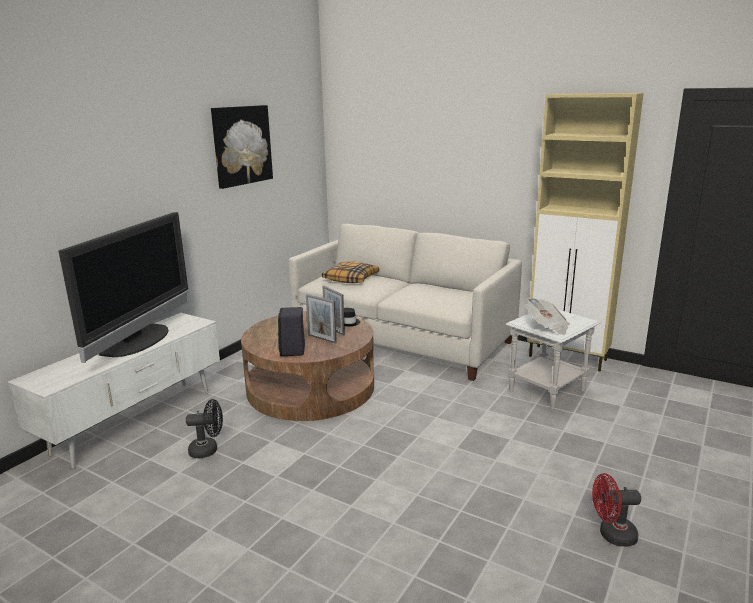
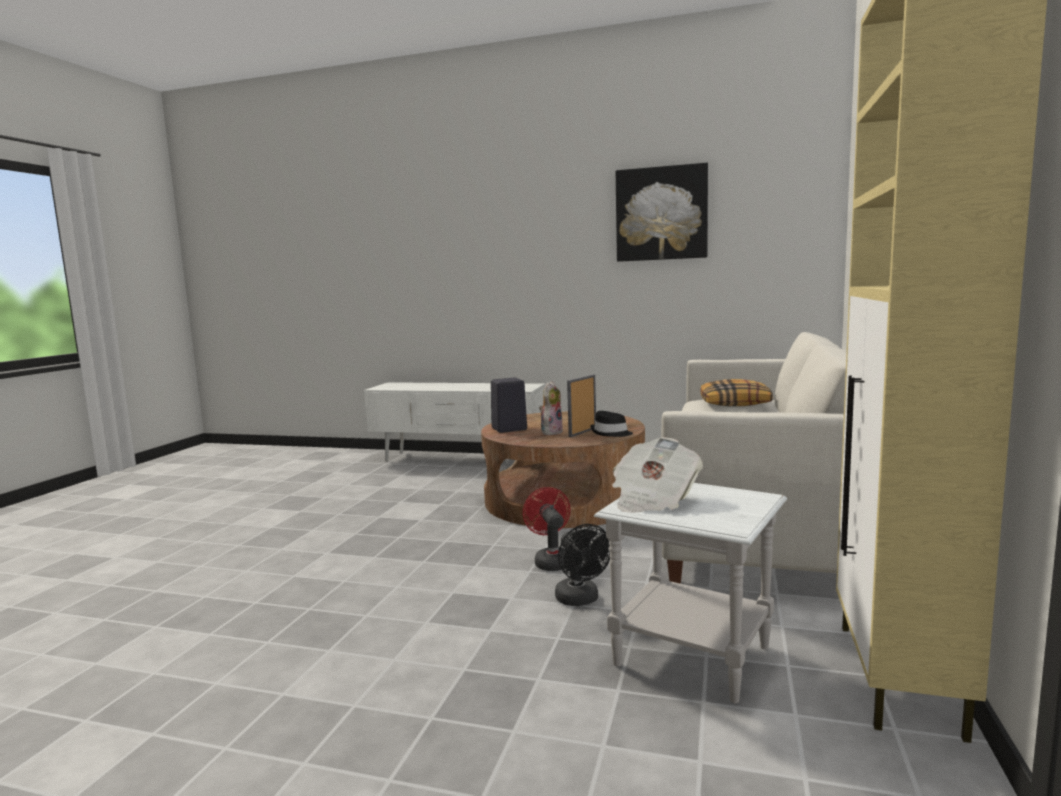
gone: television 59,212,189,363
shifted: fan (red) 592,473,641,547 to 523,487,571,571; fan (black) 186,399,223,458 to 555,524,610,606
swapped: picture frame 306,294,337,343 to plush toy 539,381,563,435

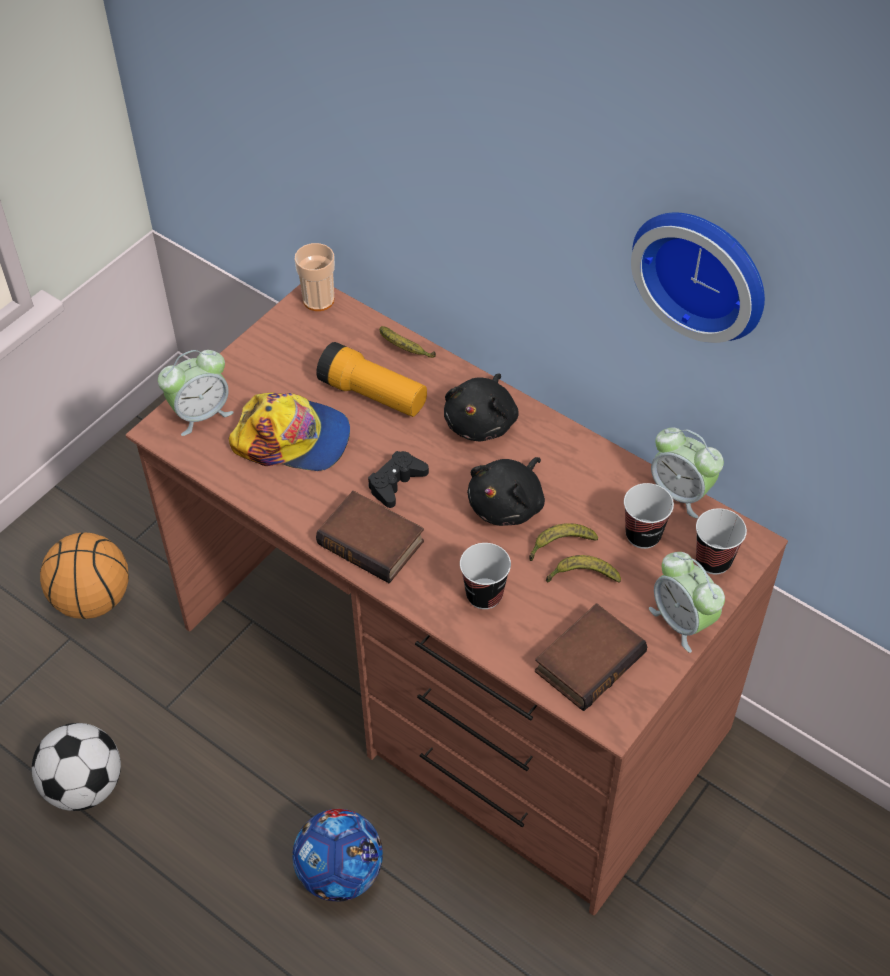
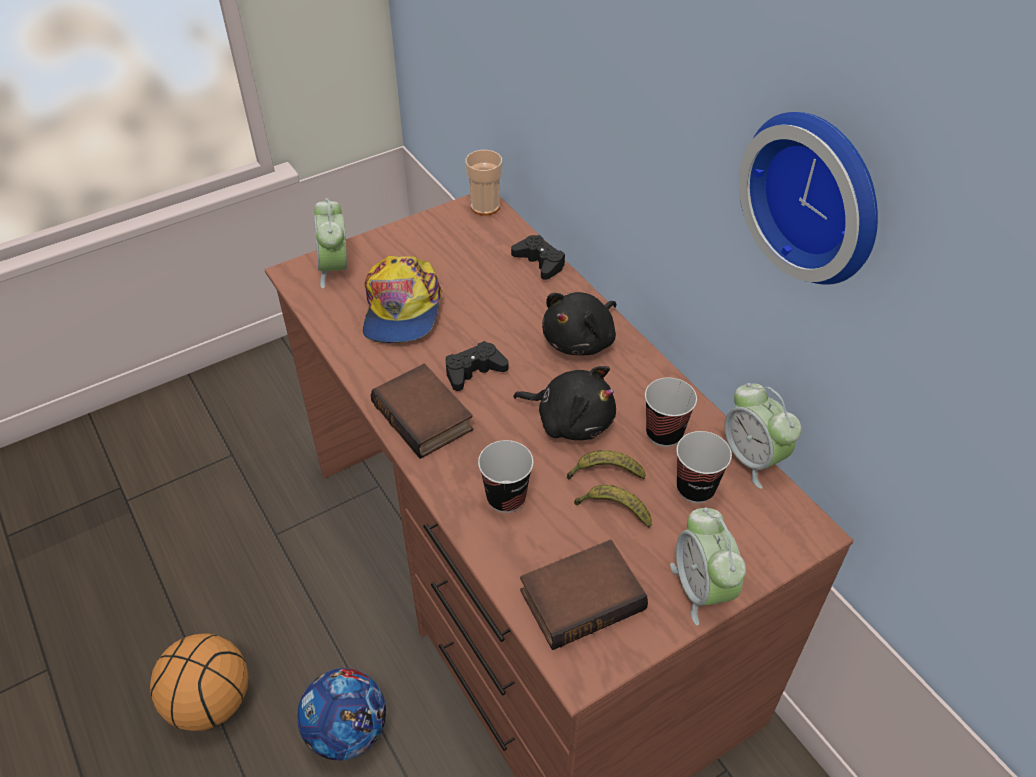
gone: football 32,723,121,811; flashlight 316,342,427,417
shifted: basketball 40,532,129,619 to 150,633,249,731; cup 696,508,747,574 to 645,378,697,447
swapped: banana 379,326,436,358 to game controller (black) 511,235,565,280
rotated: alarm clock 158,350,234,436 = 314,198,347,288 90 degrees clockwise; cap 229,393,350,471 = 363,256,442,343 60 degrees clockwise; plush toy (black) 467,457,545,526 = 513,366,616,440 120 degrees counterclockwise

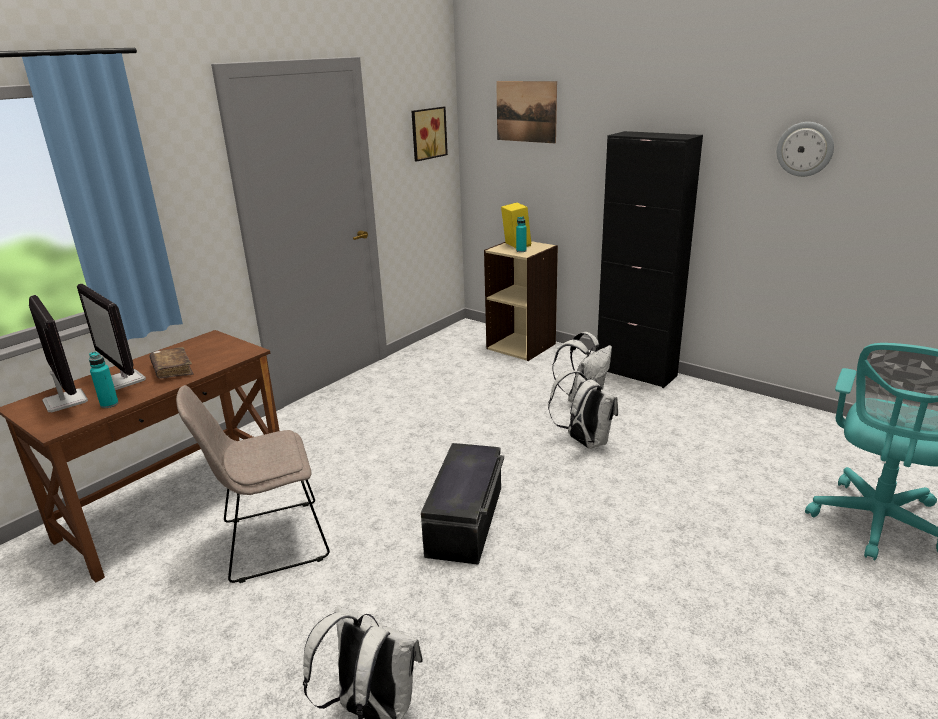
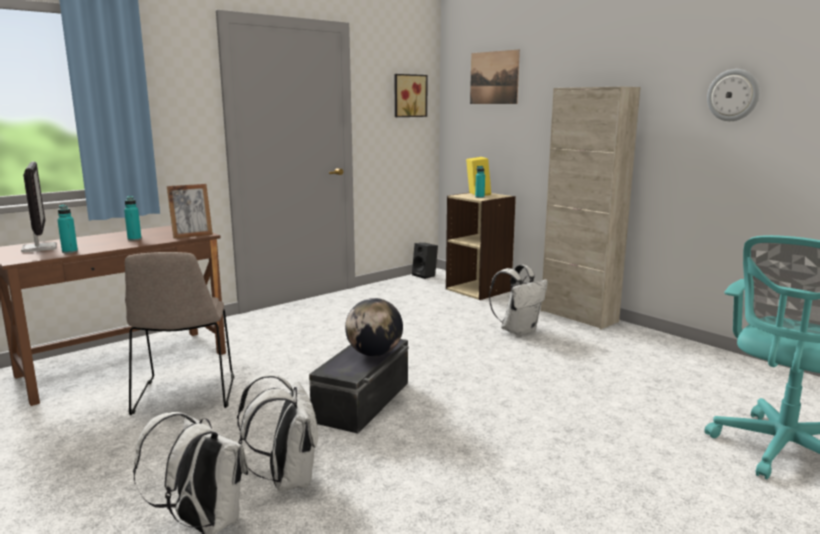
gone: monitor 77,284,146,390
new: picture frame 167,184,213,239; globe 345,298,403,356; speaker (black) 412,243,438,279
shifted: backpack (white) 548,370,618,449 to 237,374,318,491
swapped: book (brown) 150,347,194,379 to bottle (turquoise) 124,196,142,241
repainted: cabinet (black) 597,131,703,388 to cabinet (beige) 541,86,640,329
rotated: chair (beige) 176,385,330,583 = 125,252,234,415 90 degrees counterclockwise

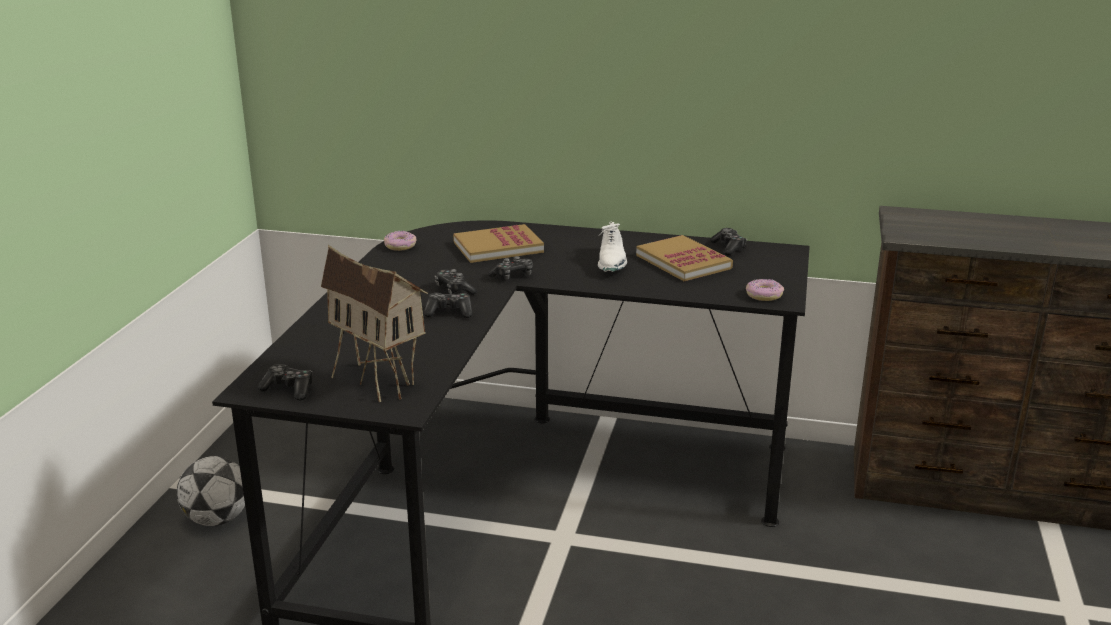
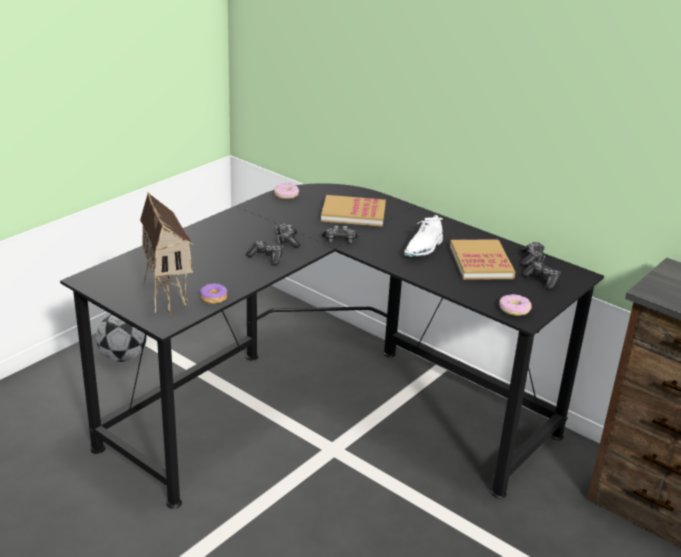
new: donut 200,283,227,304
shifted: game controller 258,364,313,400 to 522,261,561,290

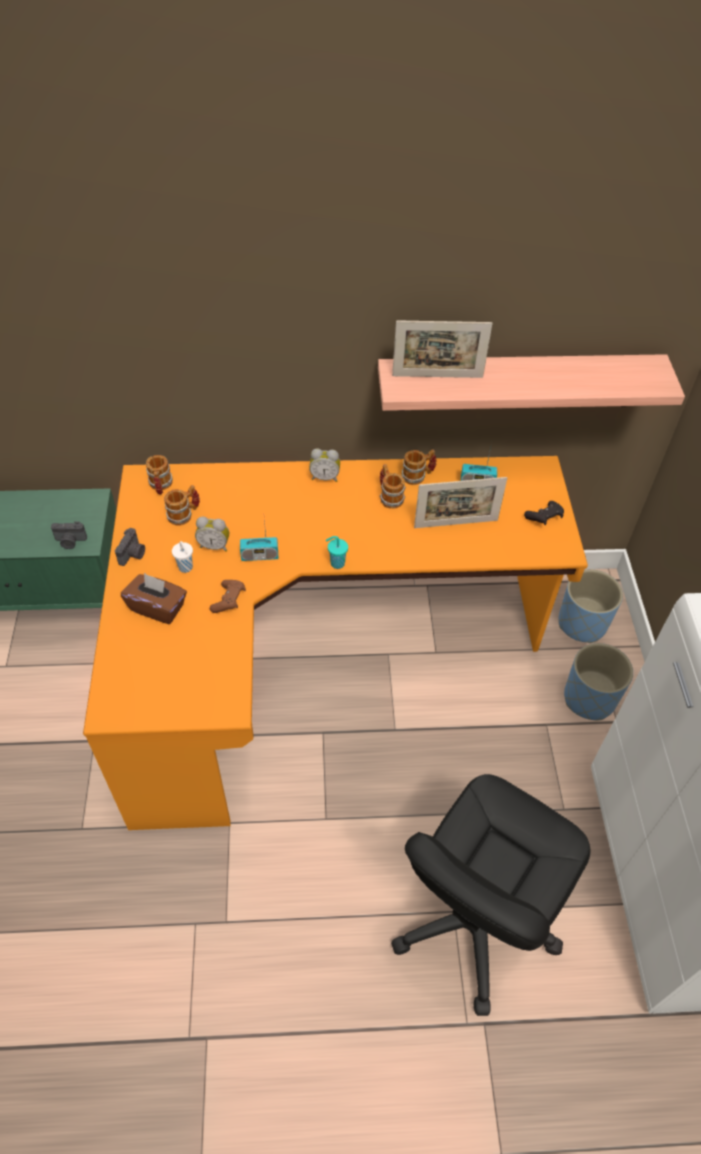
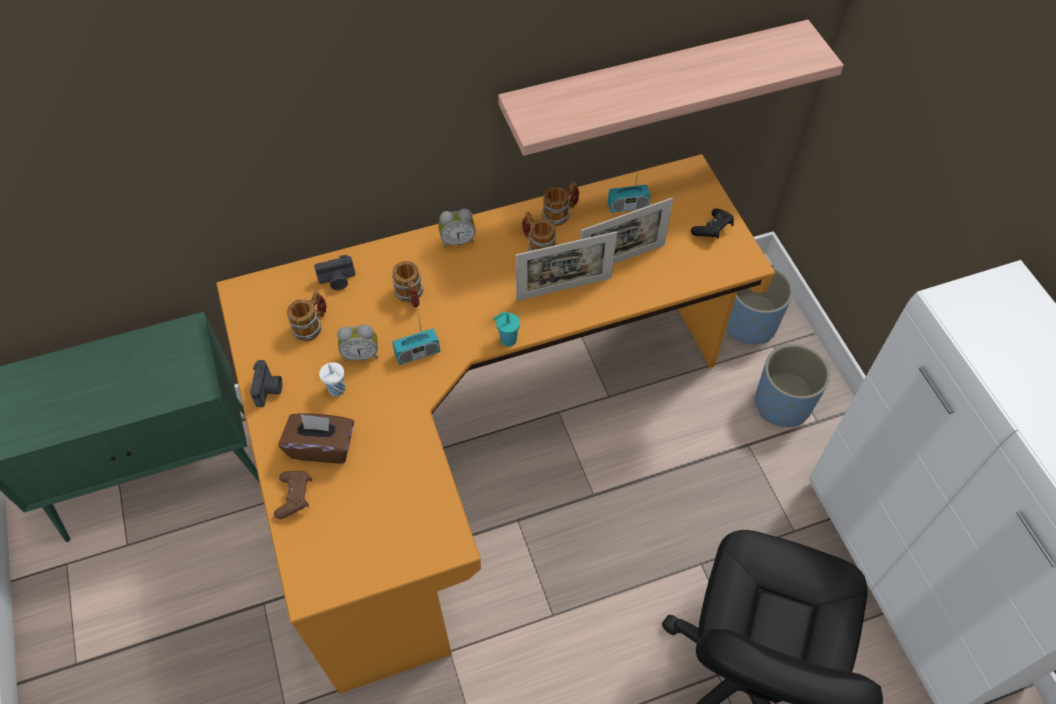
shifted: game controller (brown) 210,580,246,613 to 274,471,312,519; photo camera 51,521,87,549 to 314,255,355,290; mug 146,455,173,495 to 392,261,424,307; picture frame 392,320,492,378 to 516,231,617,301

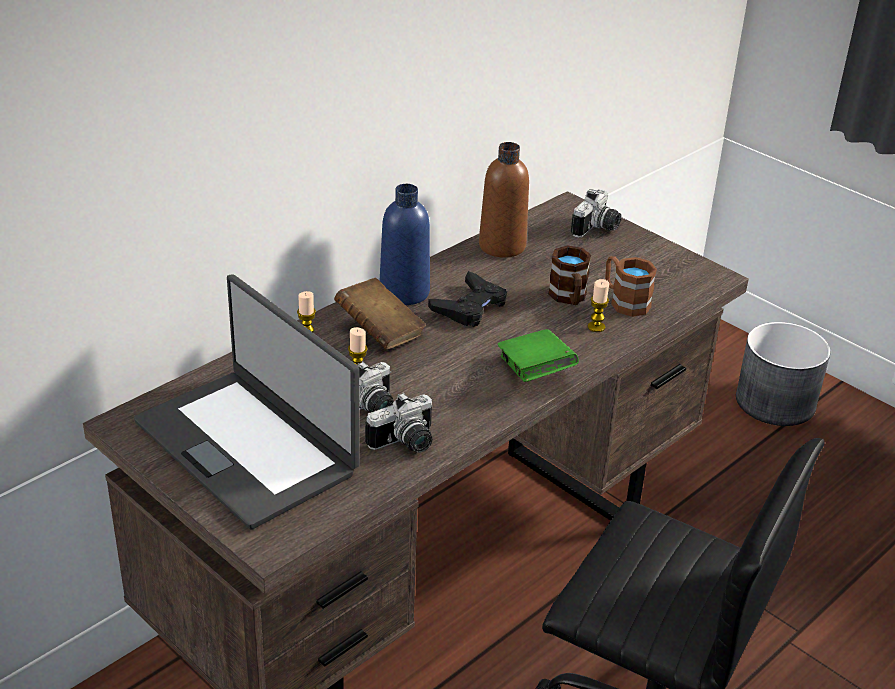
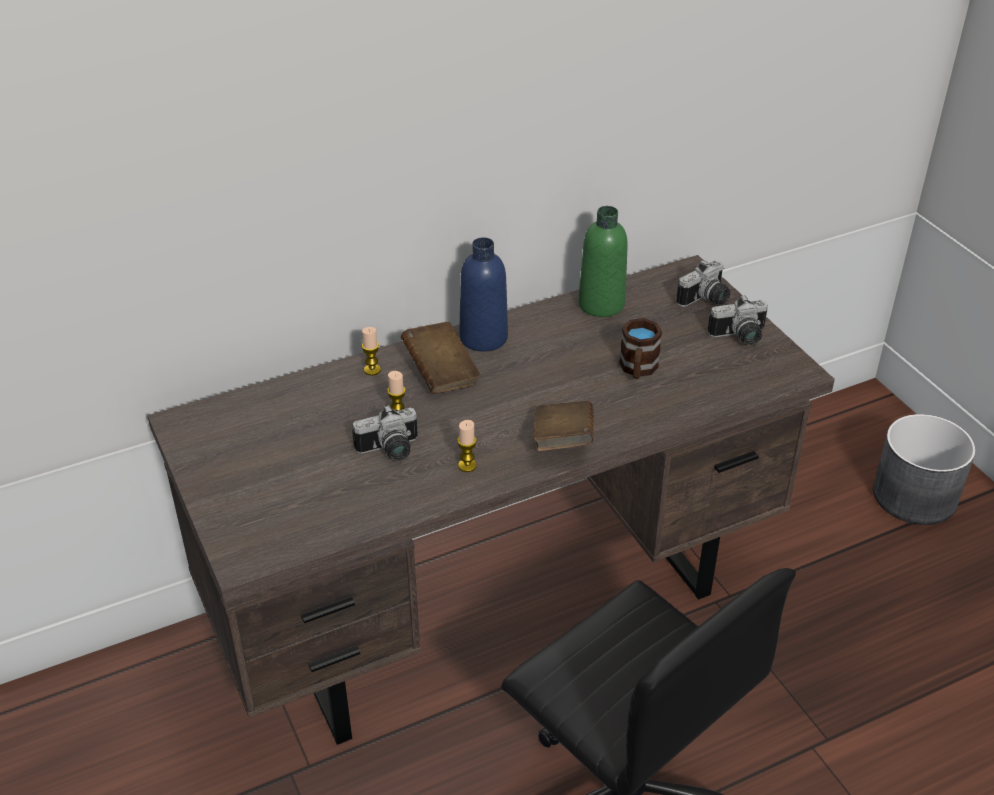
gone: laptop 134,274,360,530; game controller (black) 428,271,507,327; mug (brown) 605,256,657,317
shifted: candle 588,279,609,332 to 457,420,477,472; photo camera 365,393,433,453 to 708,295,768,345
repainted: book (green) 497,329,579,382 to book (brown) 533,401,594,452; bottle (brown) 479,142,529,258 to bottle (green) 578,206,628,317

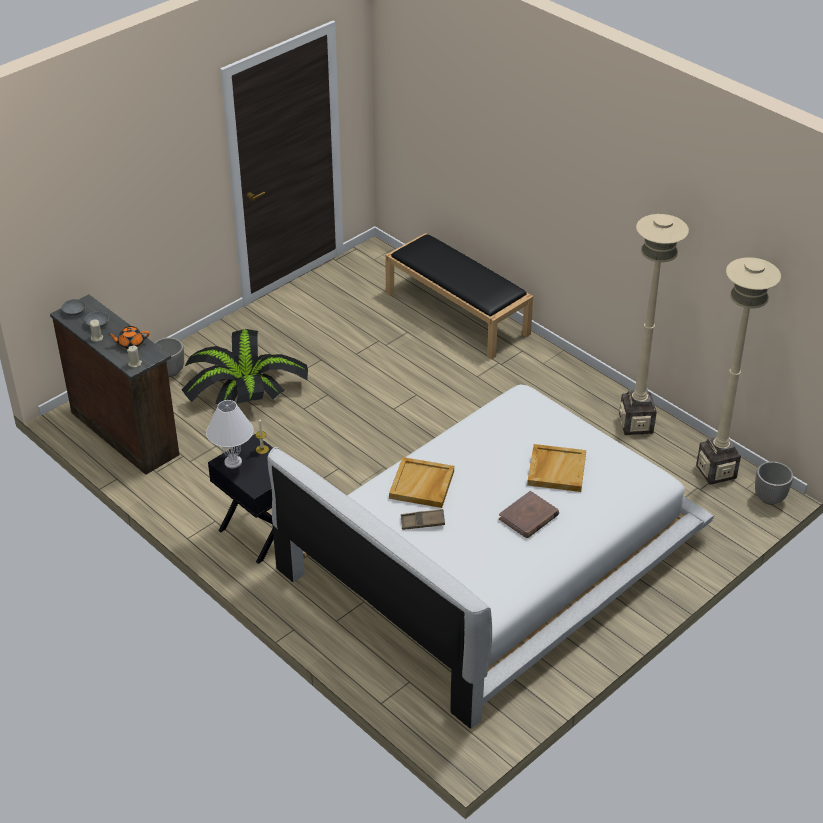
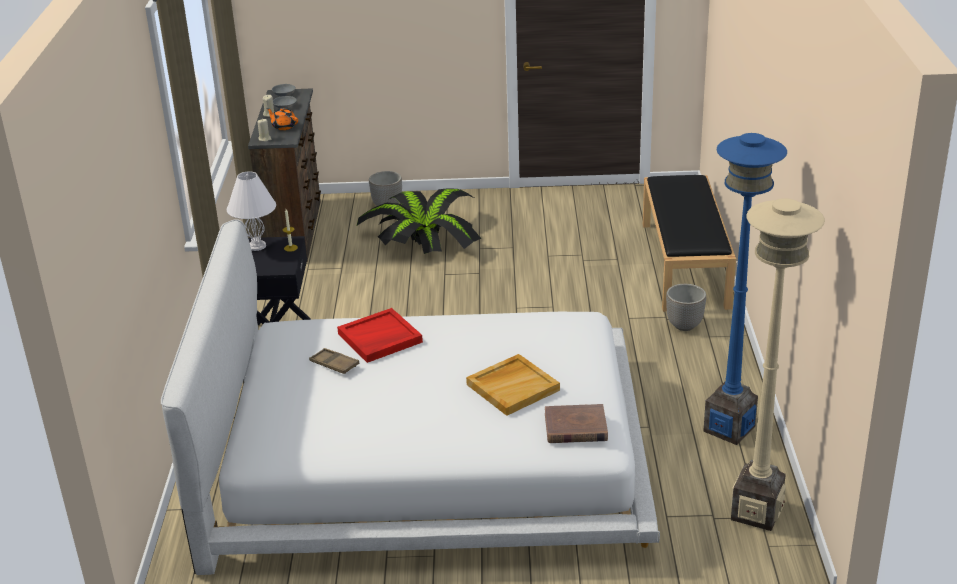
shifted: book (brown) 499,491,559,538 to 545,404,608,443; planter 755,461,793,505 to 666,284,706,331
repainted: tray (beige) 389,457,454,508 to tray (red) 337,308,423,363; floor lamp (beige) 619,214,689,435 to floor lamp (blue) 703,133,787,445

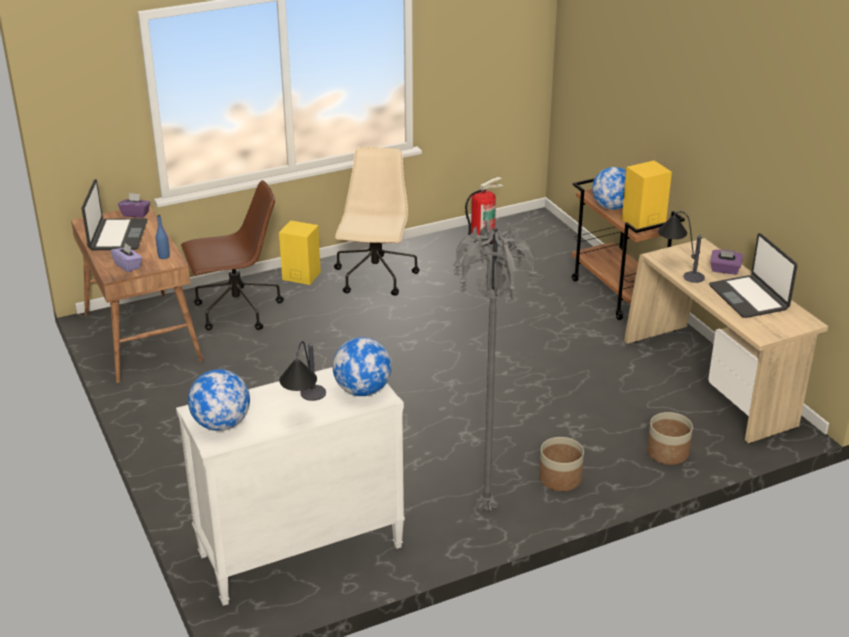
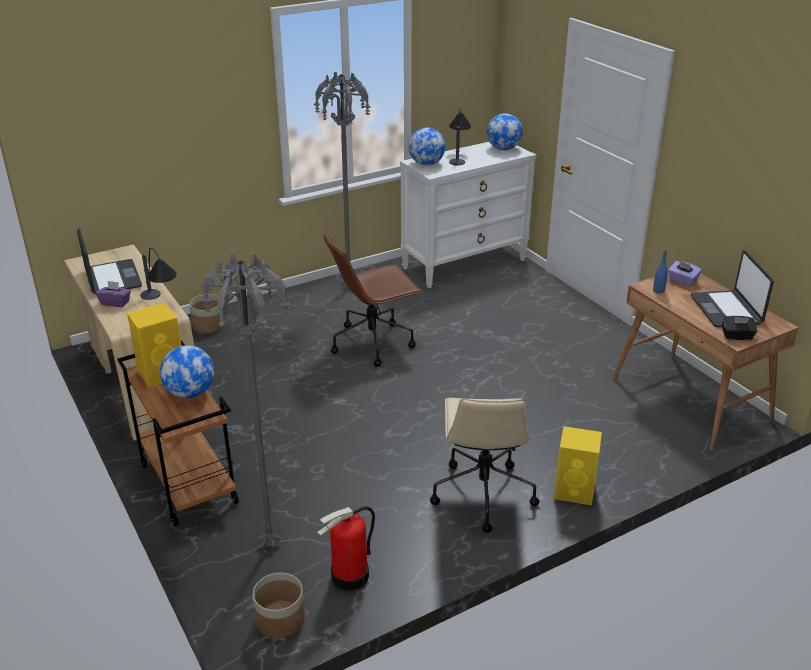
new: floor lamp (grey) 202,253,291,548
shifted: planter 539,437,584,491 to 253,573,305,638; office chair (brown) 181,180,284,331 to 324,233,423,367
repainted: tissue box (purple) 118,193,150,218 to tissue box (black) 722,316,757,340

